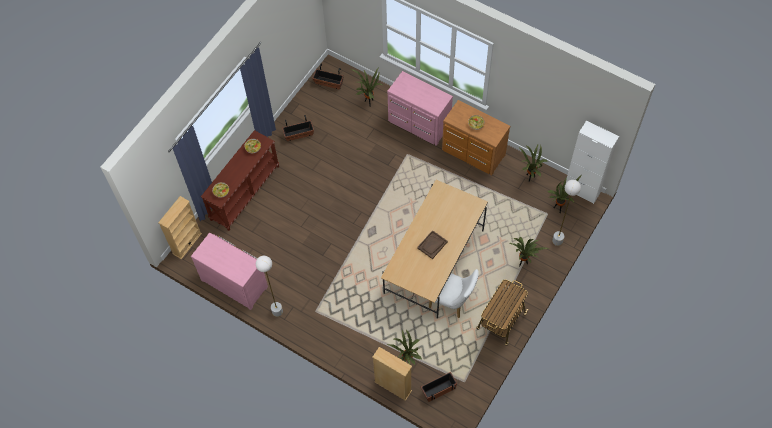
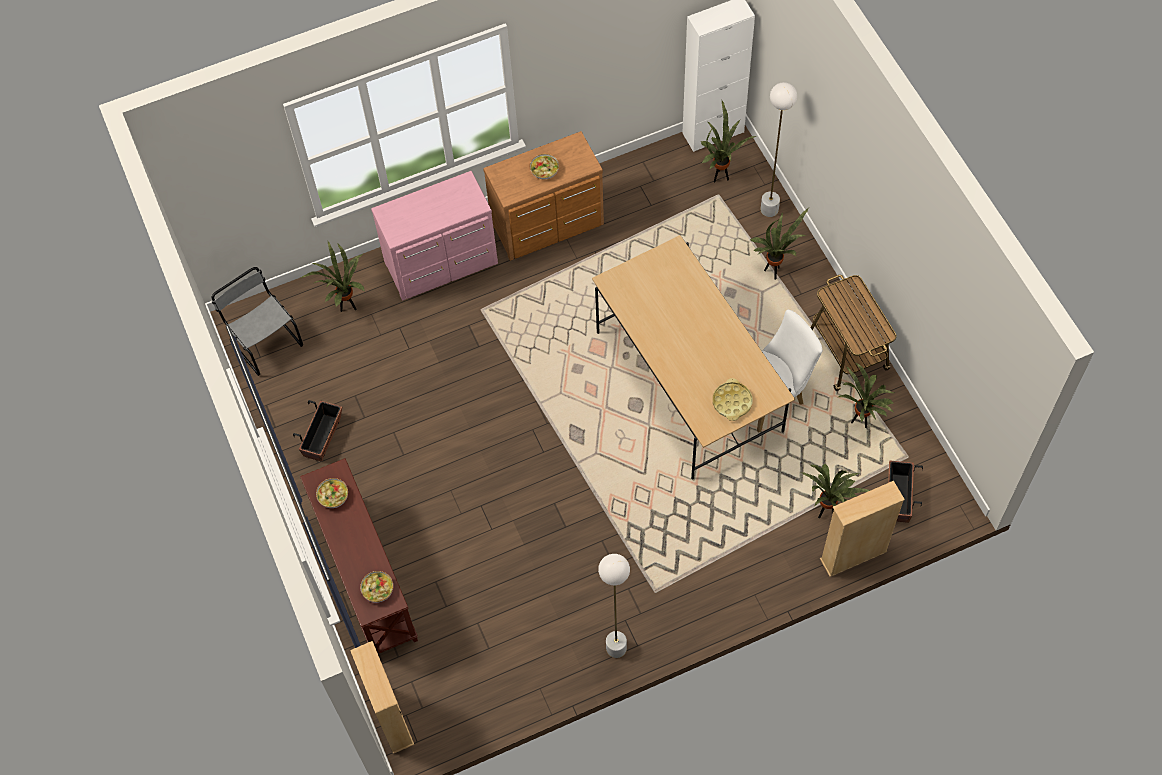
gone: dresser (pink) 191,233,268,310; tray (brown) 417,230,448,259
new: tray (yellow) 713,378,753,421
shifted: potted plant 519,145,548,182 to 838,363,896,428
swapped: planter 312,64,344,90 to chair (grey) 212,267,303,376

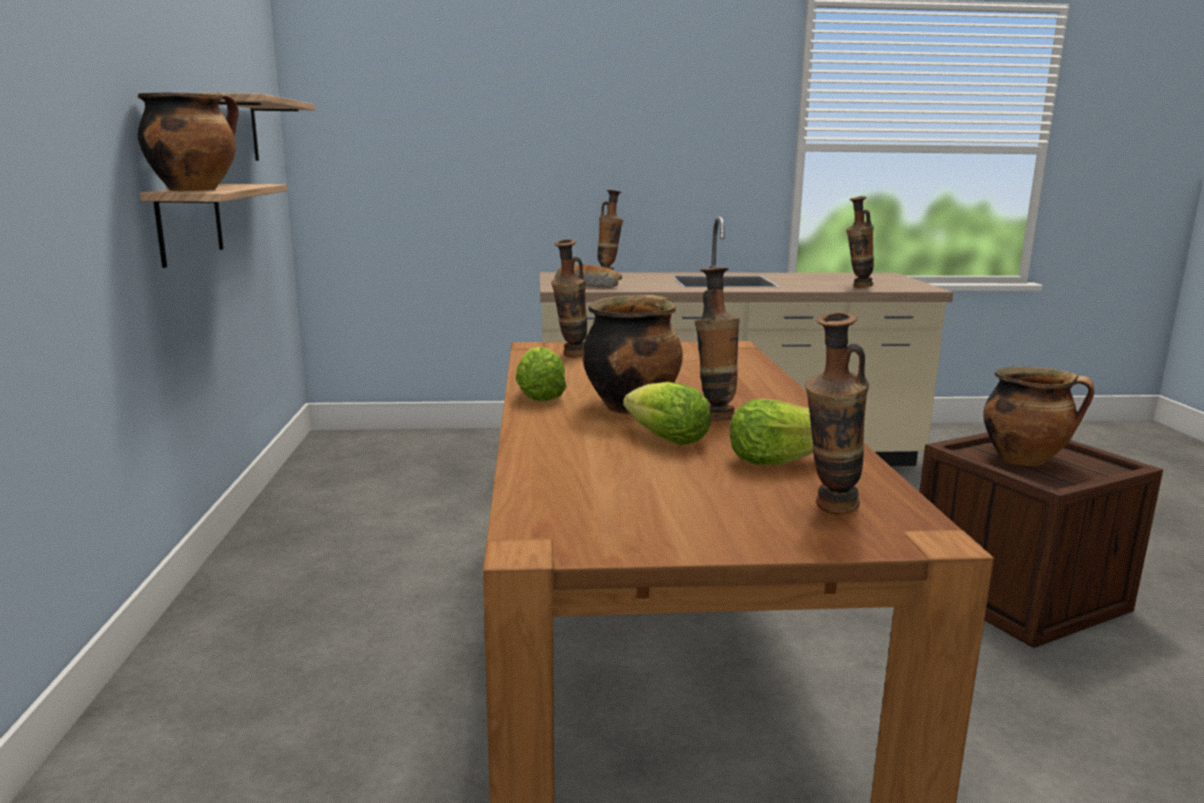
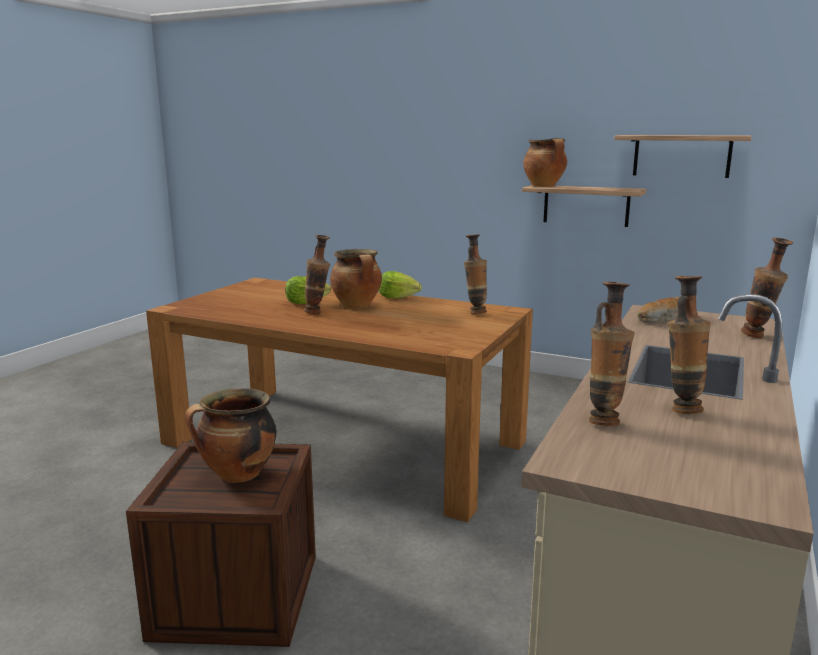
gone: lettuce 730,399,813,465
shifted: vase 805,312,869,514 to 667,276,711,414

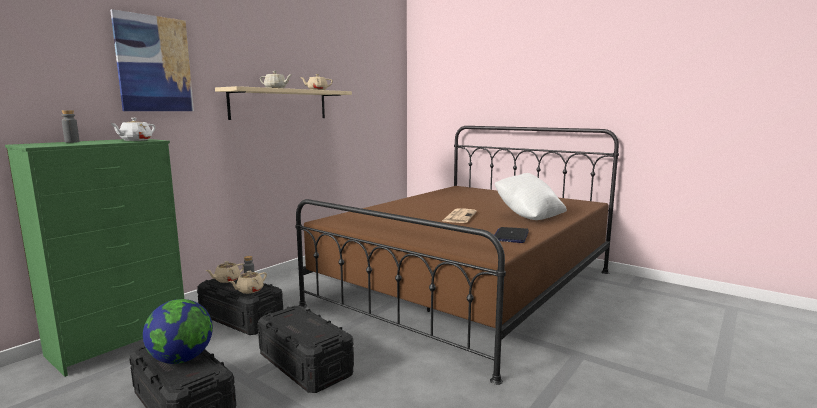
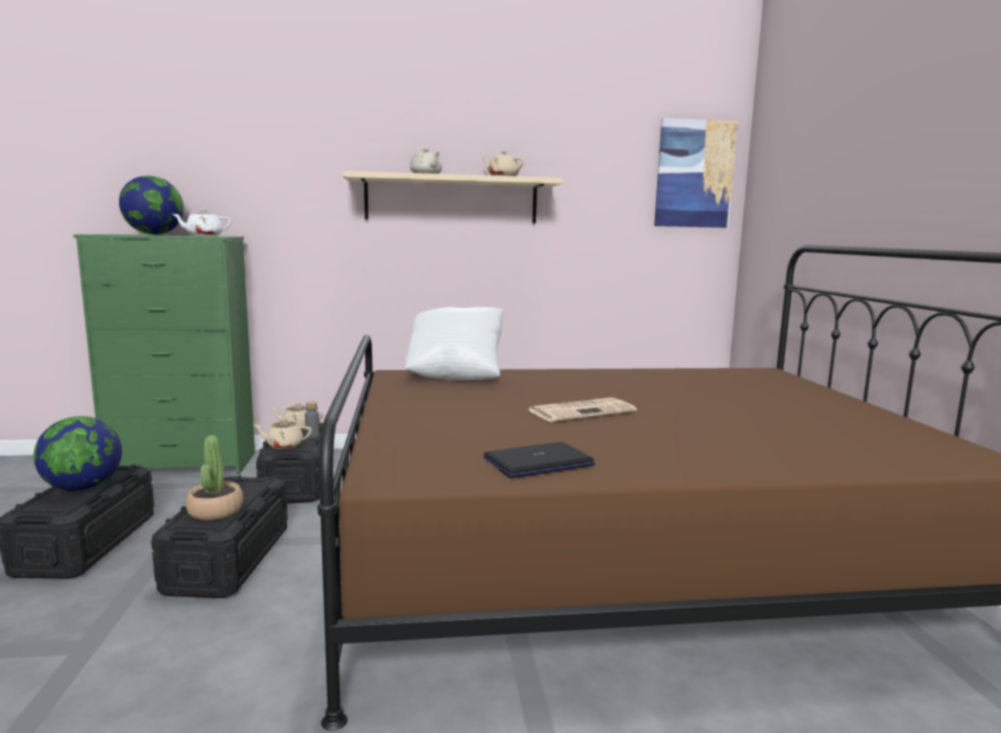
new: potted plant 186,435,244,520
shifted: pillow (white) 494,173,567,220 to 405,307,504,380; picture 110,9,194,111 to 654,118,738,228
swapped: bottle (grey) 62,110,80,143 to globe 119,176,184,235

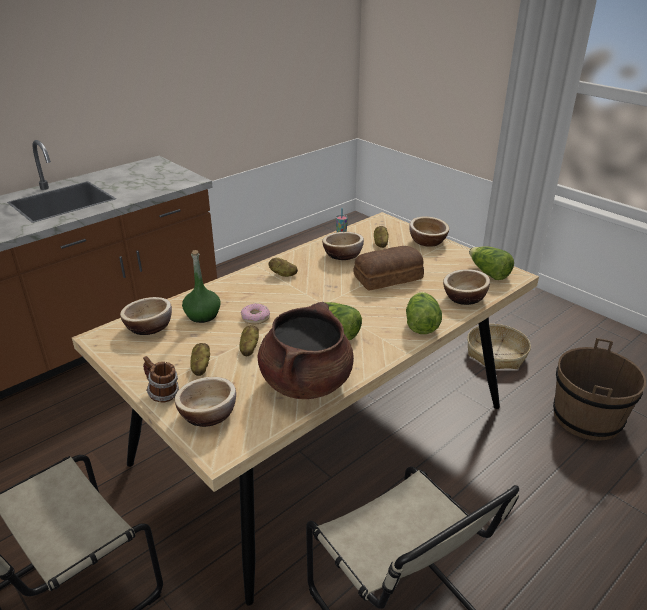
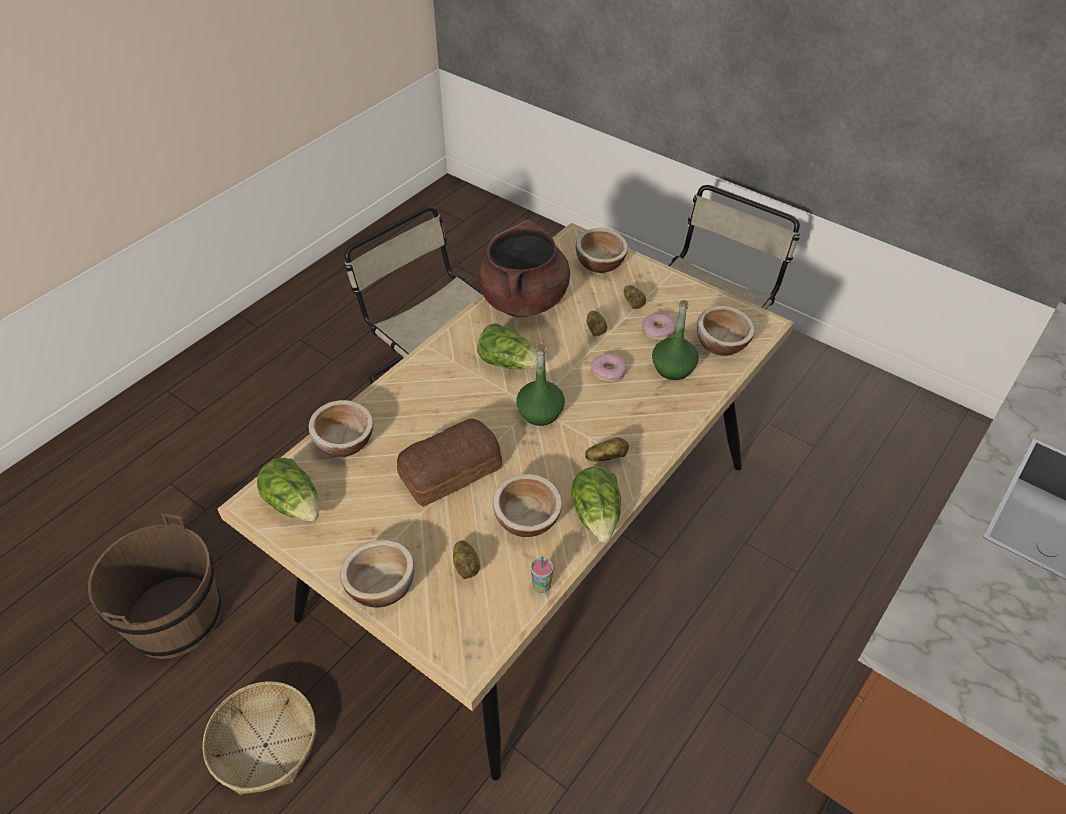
gone: mug 143,356,179,402
new: bottle (green) 516,344,565,426; donut 642,313,676,341
shifted: lettuce 406,292,442,334 to 571,466,621,542

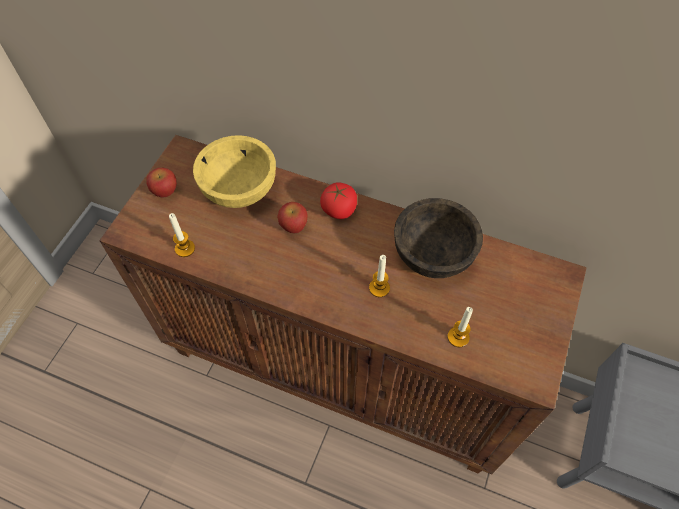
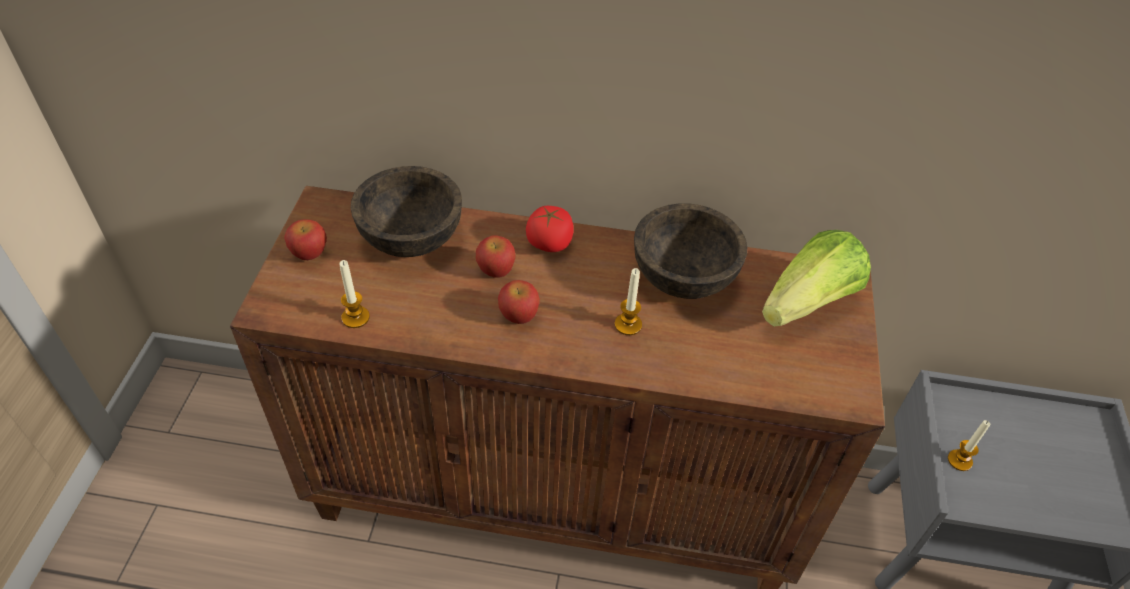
new: apple 498,280,540,324; lettuce 762,230,871,327
shifted: candle 448,307,473,347 to 948,420,990,471
repainted: bowl (yellow) 193,135,276,208 to bowl (brown) 351,166,462,257

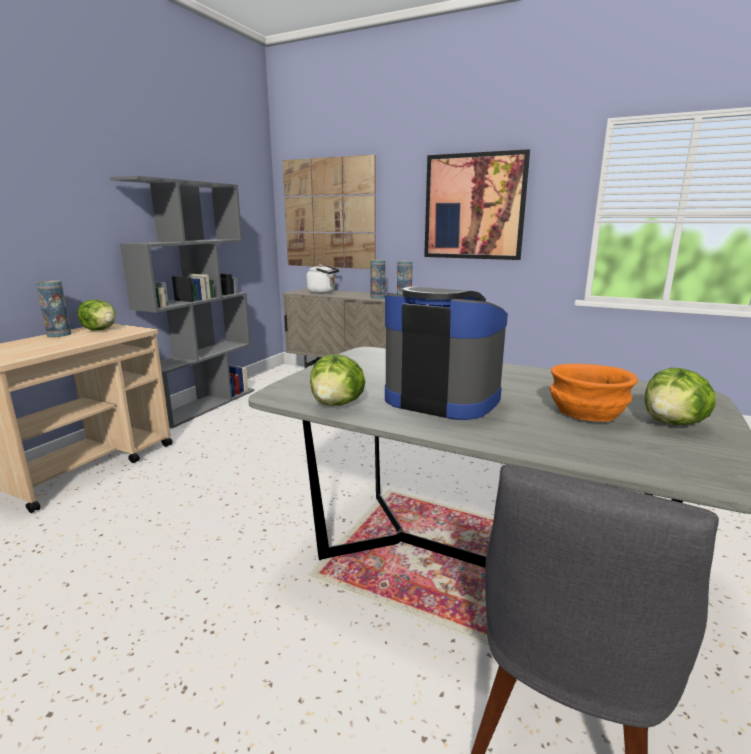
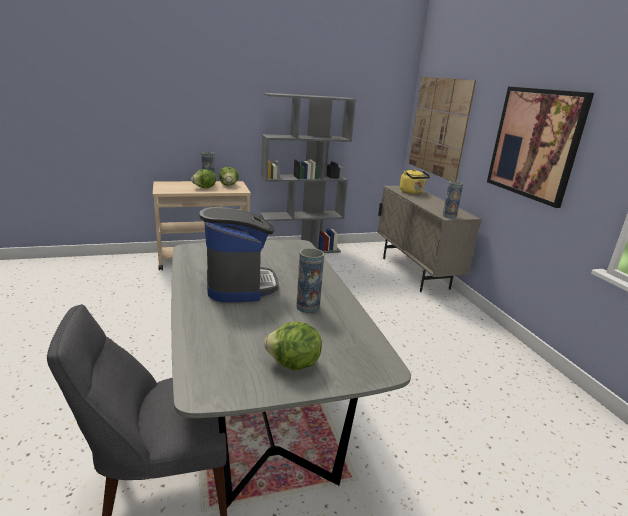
gone: bowl (orange) 550,364,638,422
shifted: lettuce 310,354,365,406 to 191,169,216,188; vase 370,260,385,299 to 296,248,324,313
repainted: kettle (white) 306,264,339,293 to kettle (yellow) 400,169,430,194

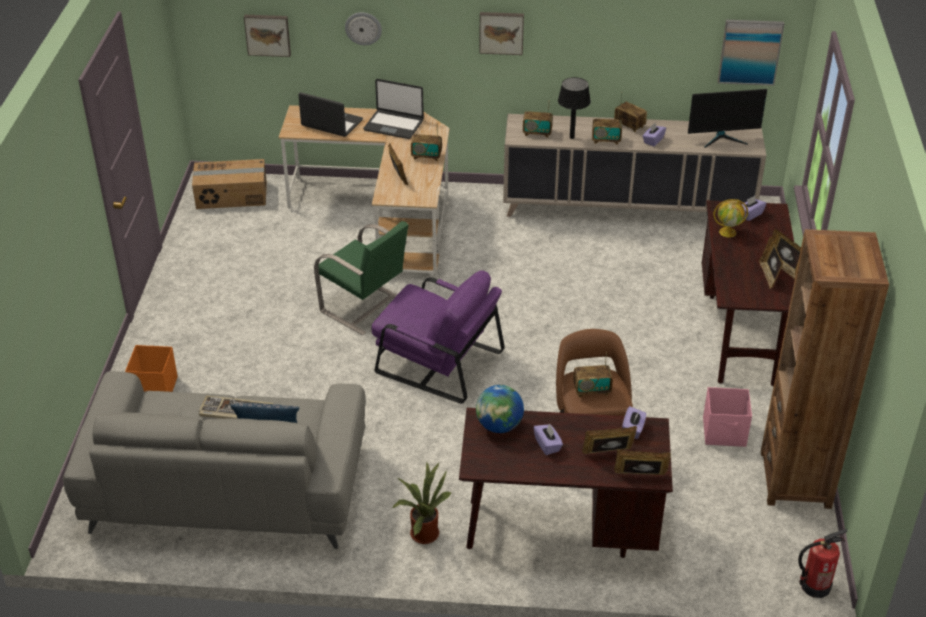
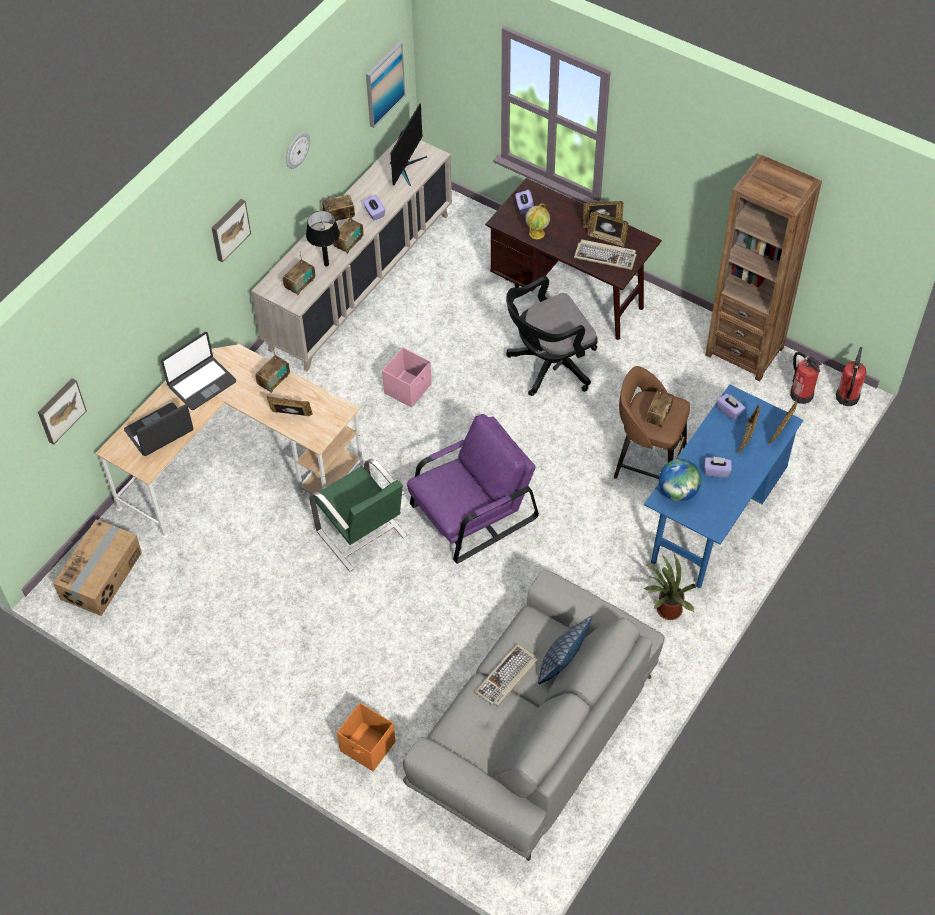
new: office chair (black) 506,276,598,396; keyboard 574,239,636,270; fire extinguisher 790,352,822,404
shifted: wall clock 345,12,382,45 to 286,132,310,169; storage box (pink) 703,387,752,447 to 382,347,432,408
repainted: desk (brown) 459,408,673,558 to desk (blue) 644,384,804,588
rotated: chair (green) 314,221,409,335 = 309,459,407,572 75 degrees clockwise

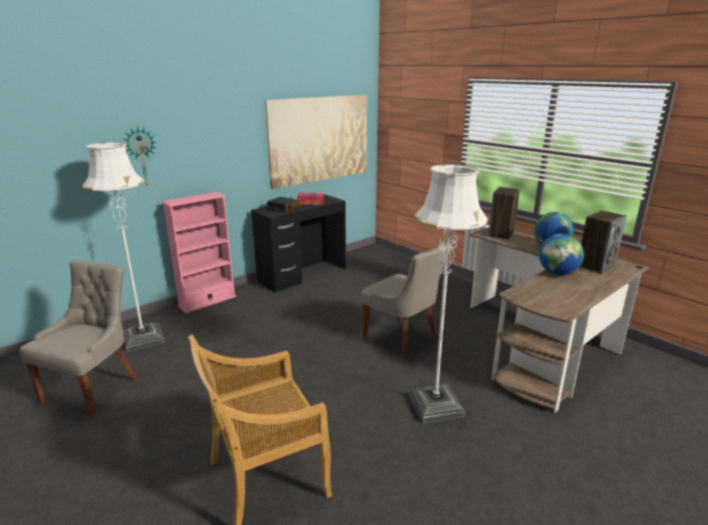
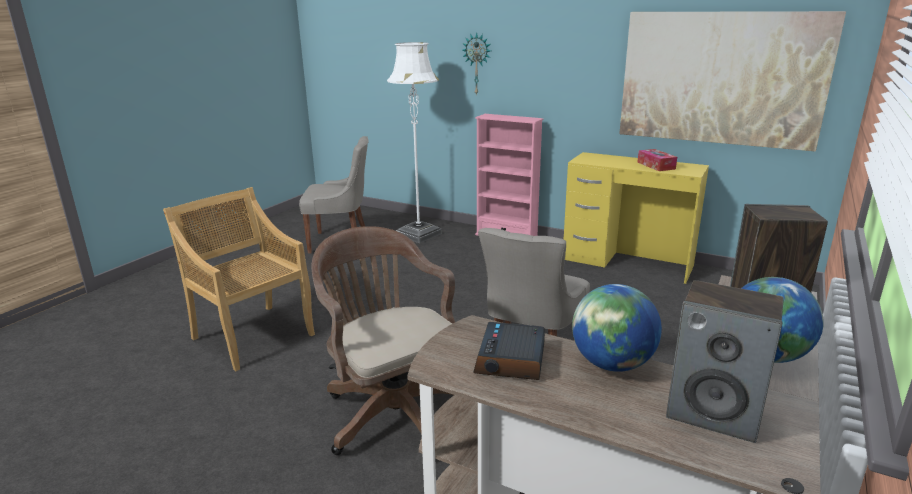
shifted: alarm clock 267,197,300,212 to 473,322,545,380
swapped: floor lamp (white) 408,164,488,424 to office chair (brown) 311,226,455,455
repainted: desk (black) 251,195,346,292 to desk (yellow) 564,152,709,284

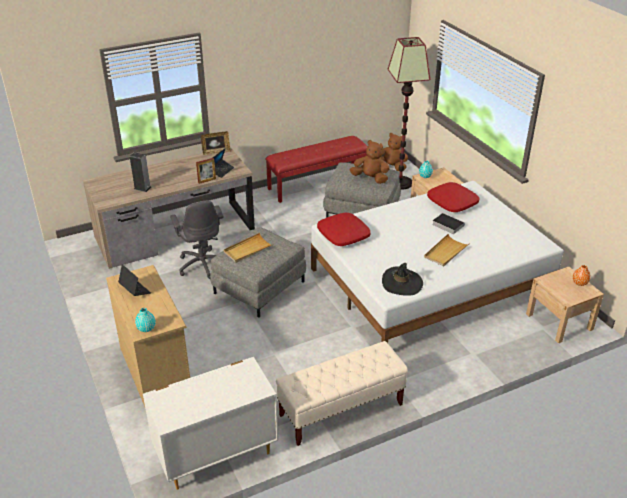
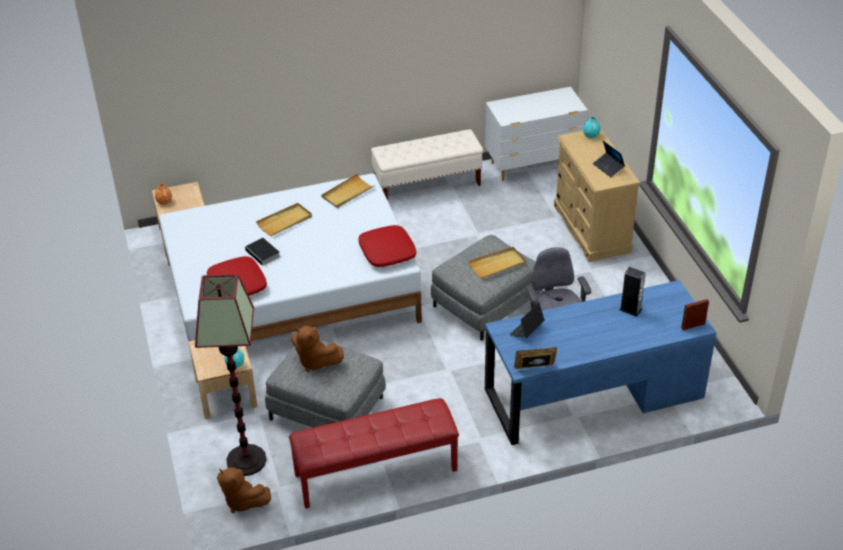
shifted: picture frame 196,158,216,184 to 681,299,709,330
swapped: hat (black) 382,263,423,296 to tray (beige) 321,173,375,208
repainted: desk (brown) 83,147,255,269 to desk (blue) 485,280,716,445

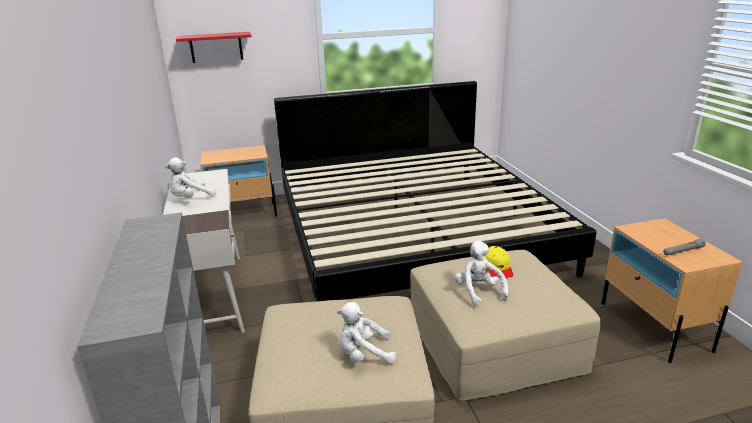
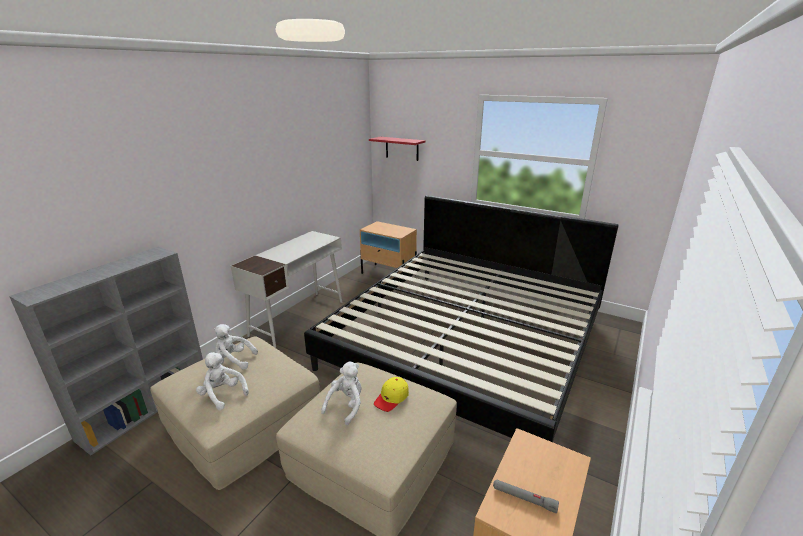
shifted: plush toy (white) 165,157,216,198 to 214,324,258,370

